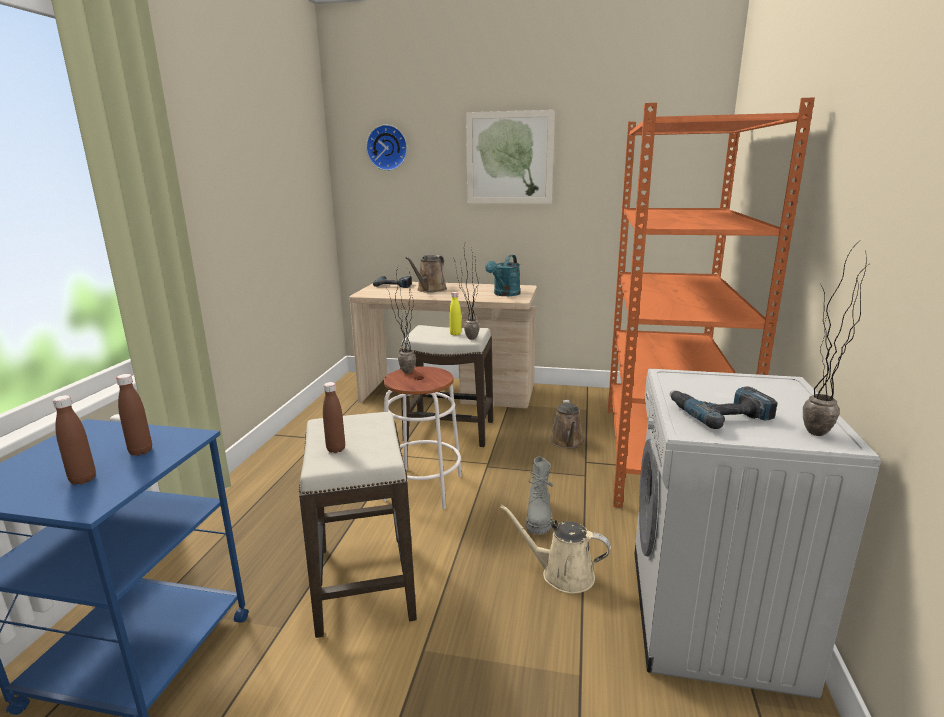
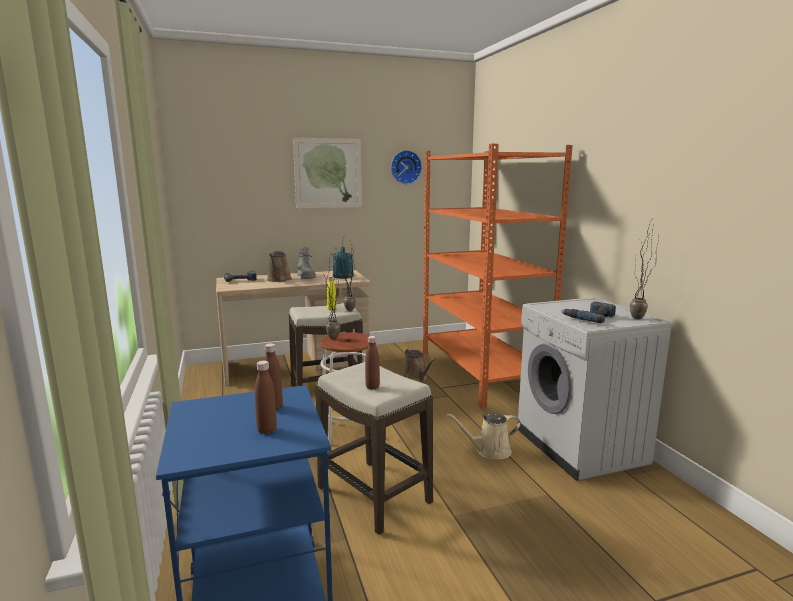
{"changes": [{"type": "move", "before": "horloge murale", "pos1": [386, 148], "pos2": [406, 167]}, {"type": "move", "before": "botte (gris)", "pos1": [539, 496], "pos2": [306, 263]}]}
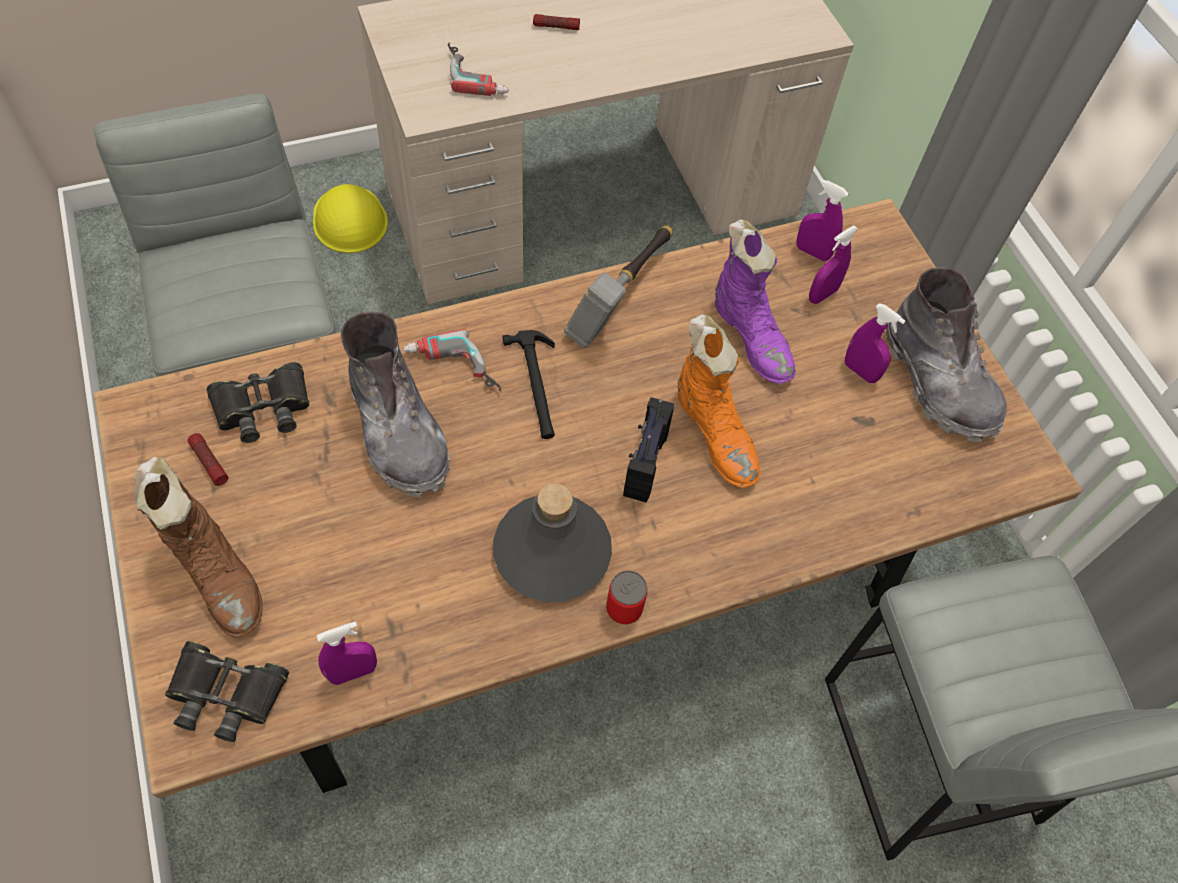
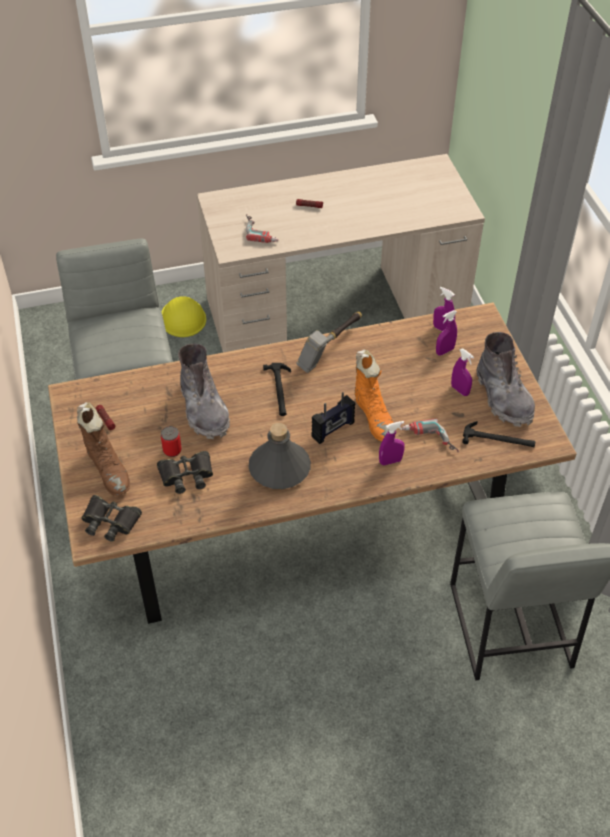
{"changes": [{"type": "delete", "before": "botte (violet)", "pos1": [755, 301]}, {"type": "insert", "after": "marteau", "pos2": [498, 434]}, {"type": "move", "before": "jumelles (noir)", "pos1": [258, 402], "pos2": [185, 472]}, {"type": "move", "before": "vaporisateur (violet)", "pos1": [347, 653], "pos2": [392, 443]}, {"type": "move", "before": "perceuse", "pos1": [452, 360], "pos2": [430, 435]}, {"type": "move", "before": "boîte métallique", "pos1": [627, 597], "pos2": [171, 441]}, {"type": "rotate", "before": "radio", "pos1": [648, 449], "pos2": [333, 418], "turn": -150}]}
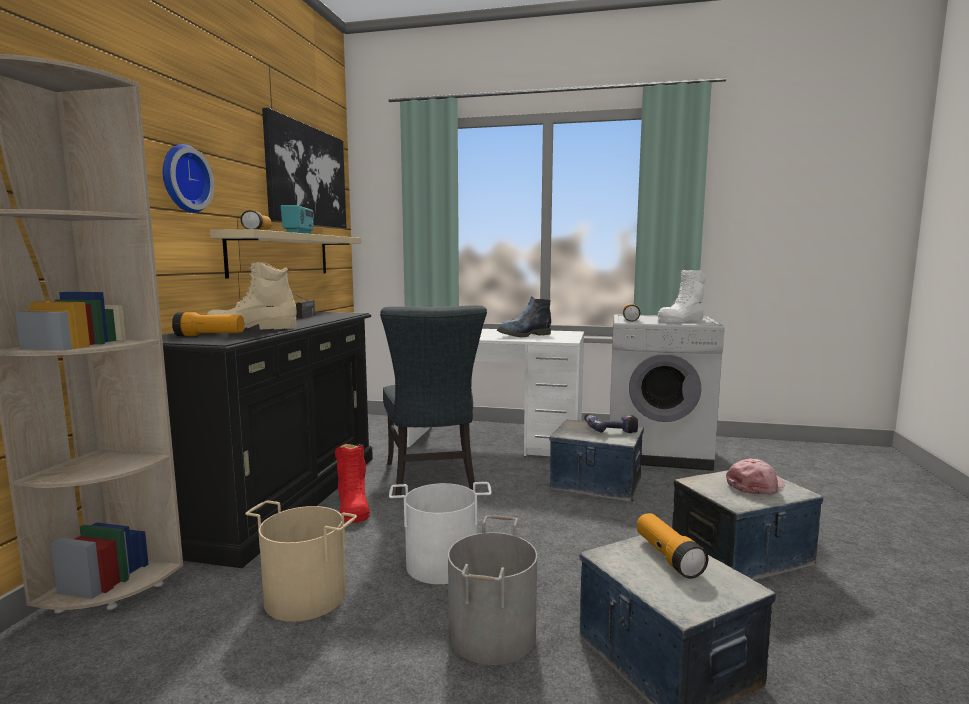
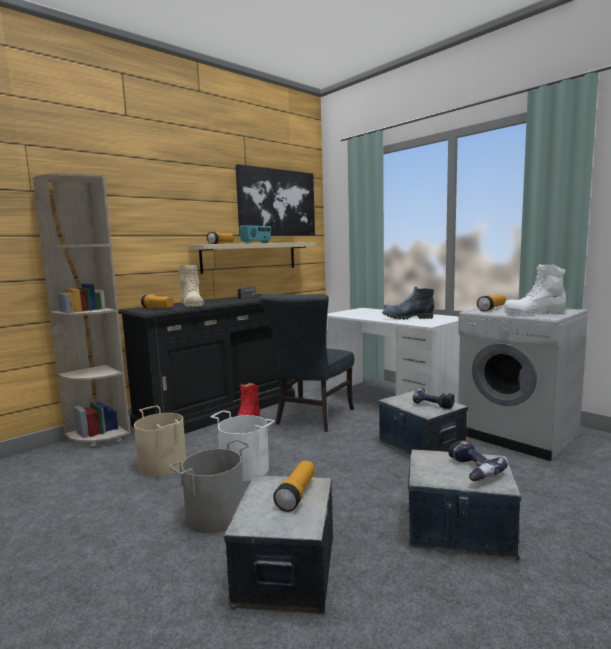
{"changes": [{"type": "delete", "before": "horloge murale", "pos1": [189, 178]}, {"type": "replace", "before": "casquette (rose)", "after": "perceuse", "pos1": [755, 477], "pos2": [478, 460]}, {"type": "rotate", "before": "botte (beige)", "pos1": [252, 296], "pos2": [191, 286], "turn": -135}]}
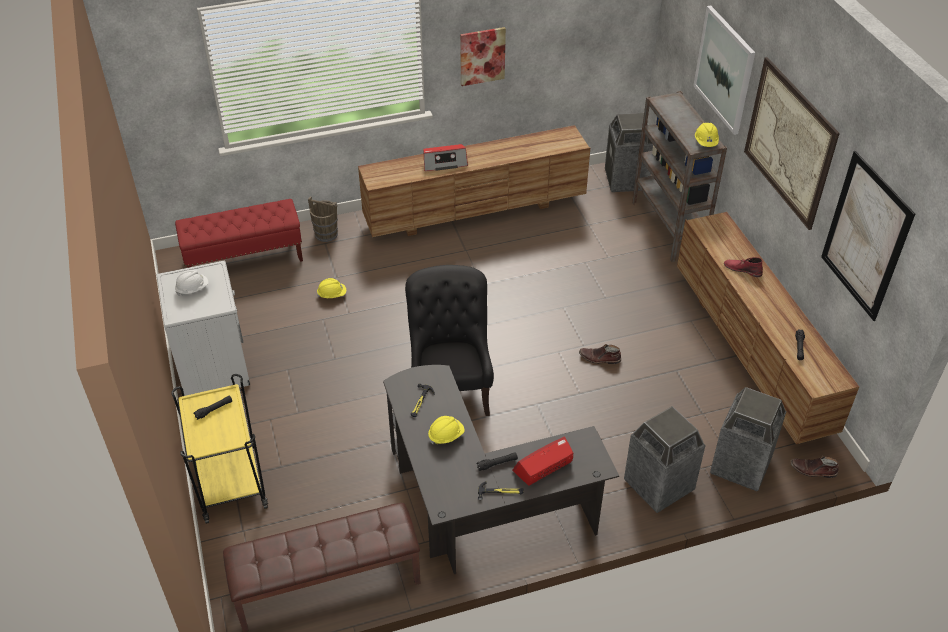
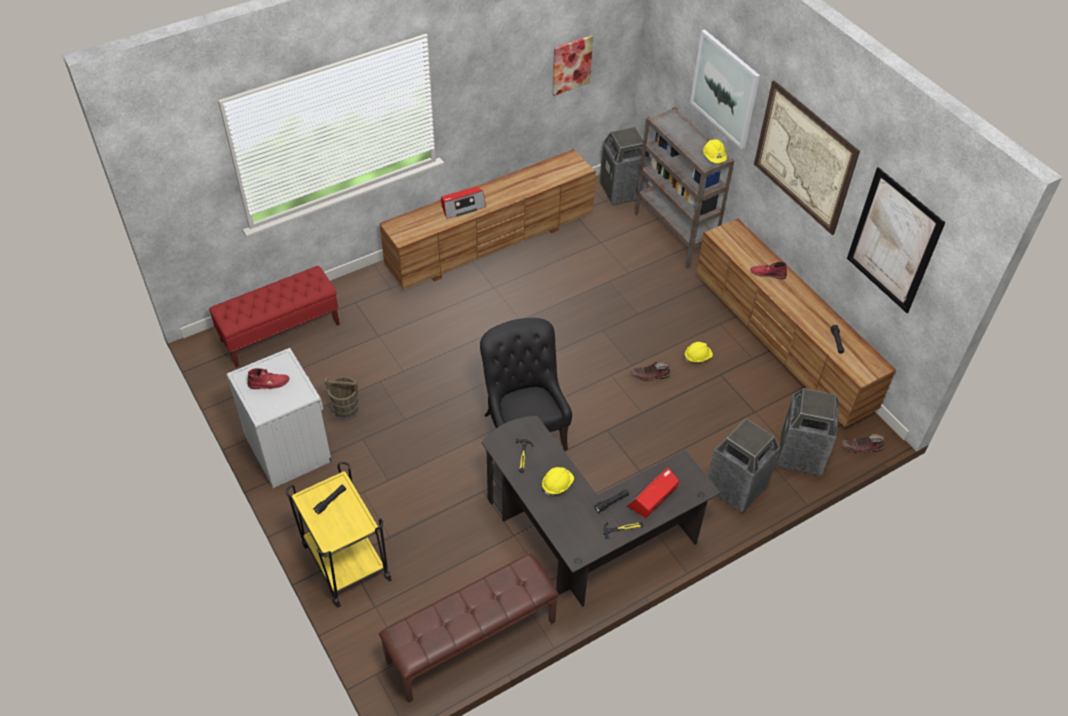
{"changes": [{"type": "move", "before": "seau (marron)", "pos1": [323, 219], "pos2": [341, 398]}, {"type": "move", "before": "casque de chantier (jaune)", "pos1": [331, 288], "pos2": [699, 352]}, {"type": "move", "before": "tableau", "pos1": [483, 56], "pos2": [572, 65]}, {"type": "replace", "before": "casque de chantier (blanc)", "after": "botte (rouge)", "pos1": [192, 282], "pos2": [268, 378]}]}
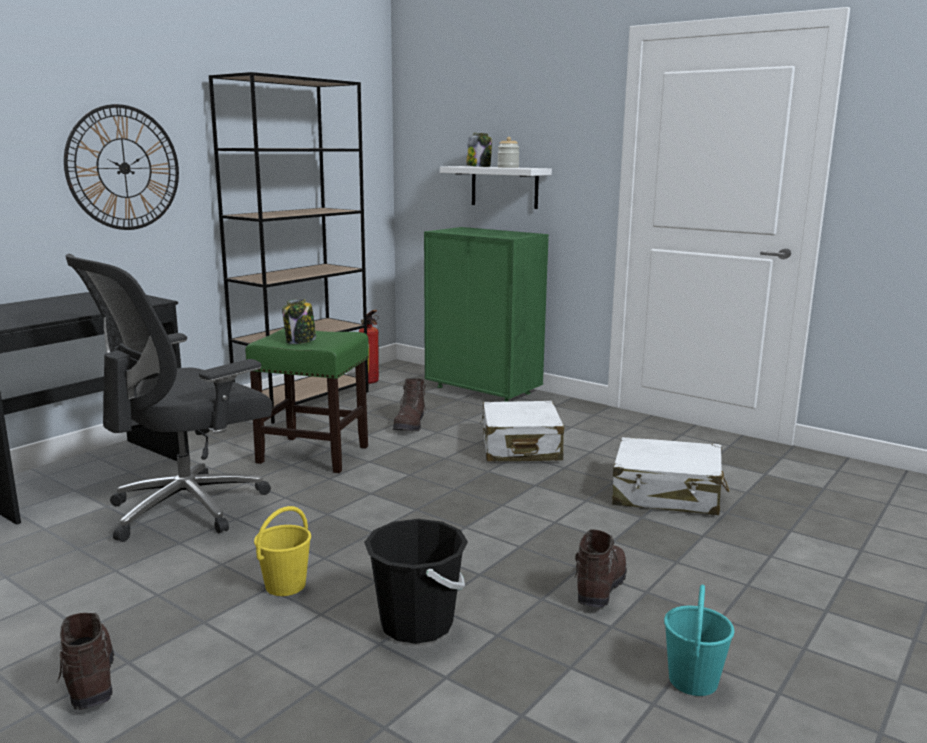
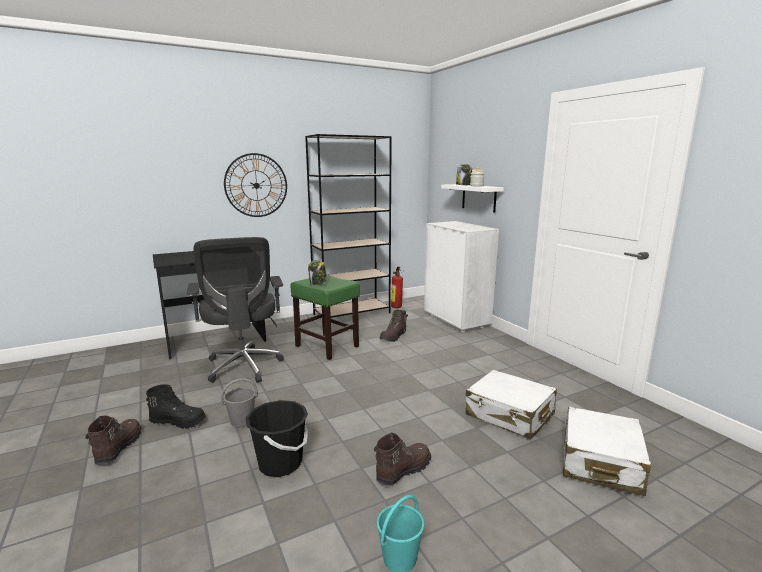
{"changes": [{"type": "insert", "after": "botte (noir)", "pos2": [176, 406]}, {"type": "move", "before": "valise (blanc)", "pos1": [522, 431], "pos2": [607, 451]}, {"type": "recolor", "before": "seau (jaune)", "after": "seau (gris)", "pos1": [282, 551], "pos2": [239, 402]}, {"type": "recolor", "before": "meuble de rangement (vert)", "after": "meuble de rangement (blanc)", "pos1": [486, 314], "pos2": [461, 276]}, {"type": "rotate", "before": "chaise de bureau", "pos1": [168, 398], "pos2": [235, 310], "turn": -90}]}
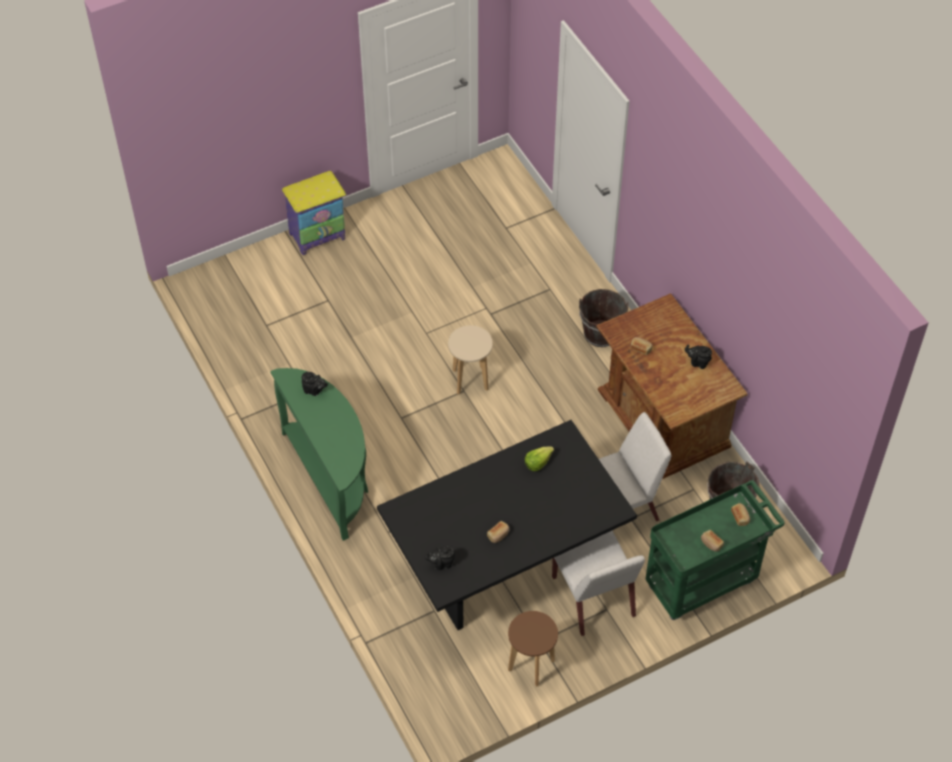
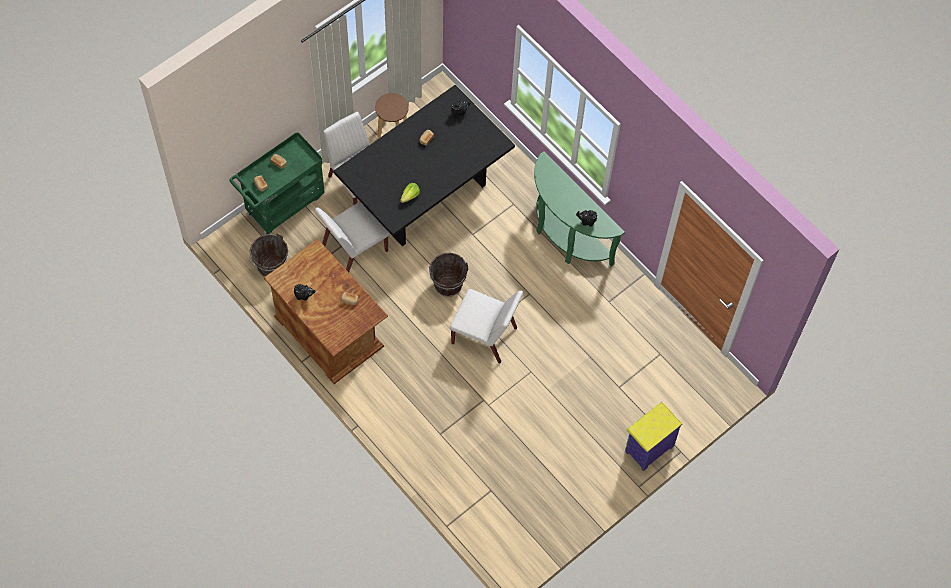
{"changes": [{"type": "move", "before": "seau (marron)", "pos1": [603, 318], "pos2": [448, 275]}, {"type": "replace", "before": "tabouret (beige)", "after": "chaise (blanc)", "pos1": [470, 359], "pos2": [486, 326]}]}
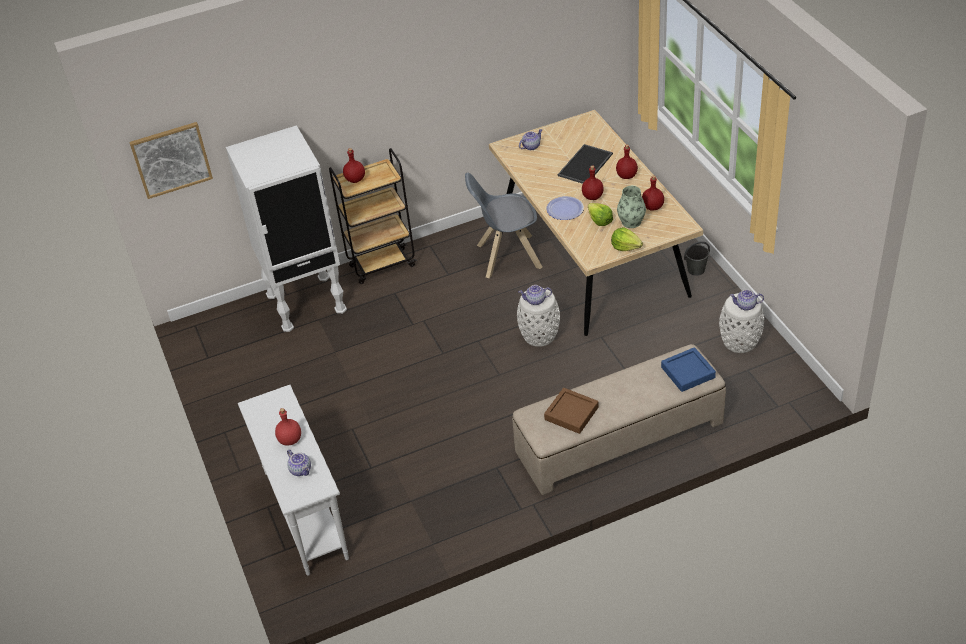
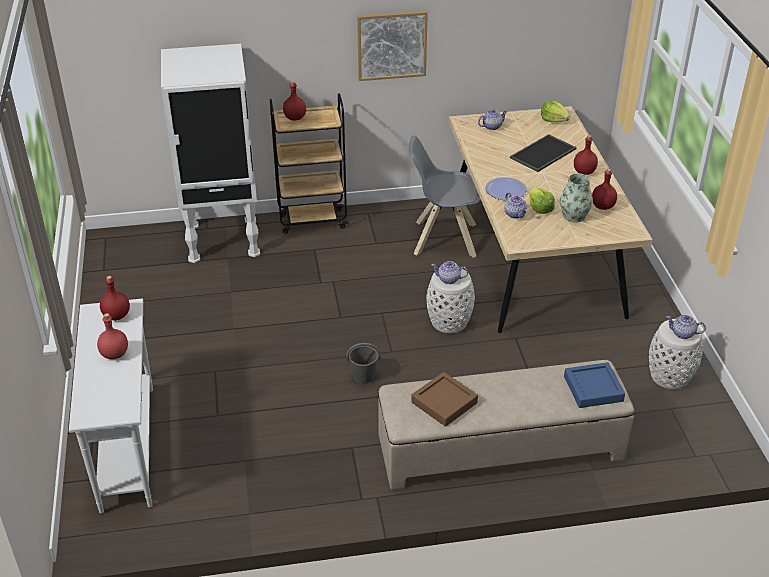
{"changes": [{"type": "move", "before": "tableau", "pos1": [171, 160], "pos2": [392, 45]}, {"type": "move", "before": "théière", "pos1": [299, 462], "pos2": [515, 205]}, {"type": "move", "before": "bouteille (rouge)", "pos1": [593, 182], "pos2": [115, 298]}, {"type": "move", "before": "laitue", "pos1": [627, 239], "pos2": [555, 111]}, {"type": "move", "before": "seau (gris)", "pos1": [697, 258], "pos2": [363, 363]}]}
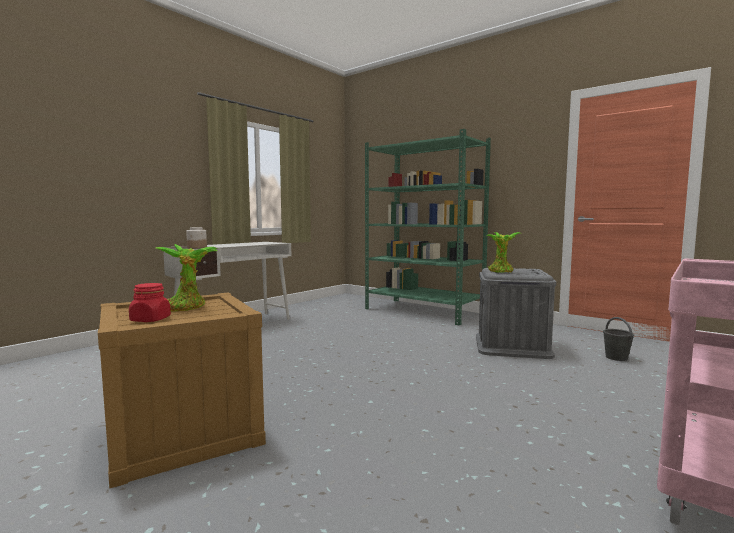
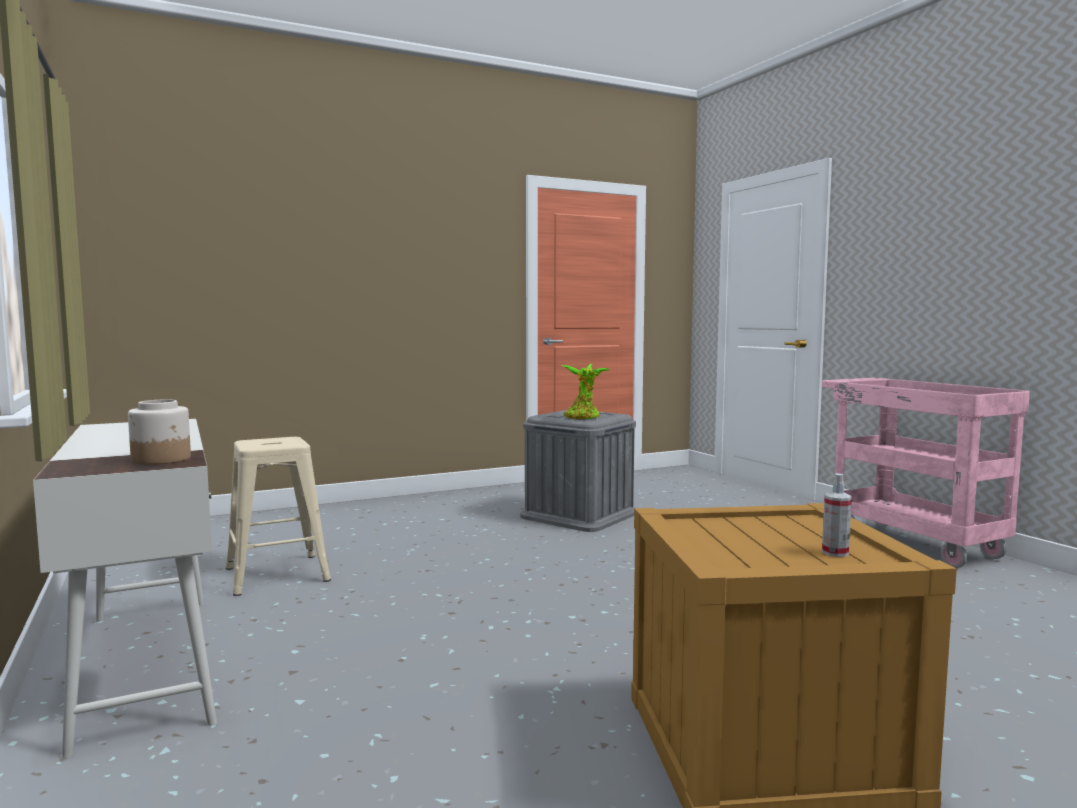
{"changes": [{"type": "delete", "before": "plante en pot", "pos1": [186, 277]}, {"type": "delete", "before": "bibliothèque (vert)", "pos1": [428, 227]}, {"type": "delete", "before": "seau (gris)", "pos1": [618, 339]}, {"type": "insert", "after": "tabouret (beige)", "pos2": [278, 516]}, {"type": "replace", "before": "bocal (rouge)", "after": "vaporisateur", "pos1": [150, 302], "pos2": [837, 515]}]}
